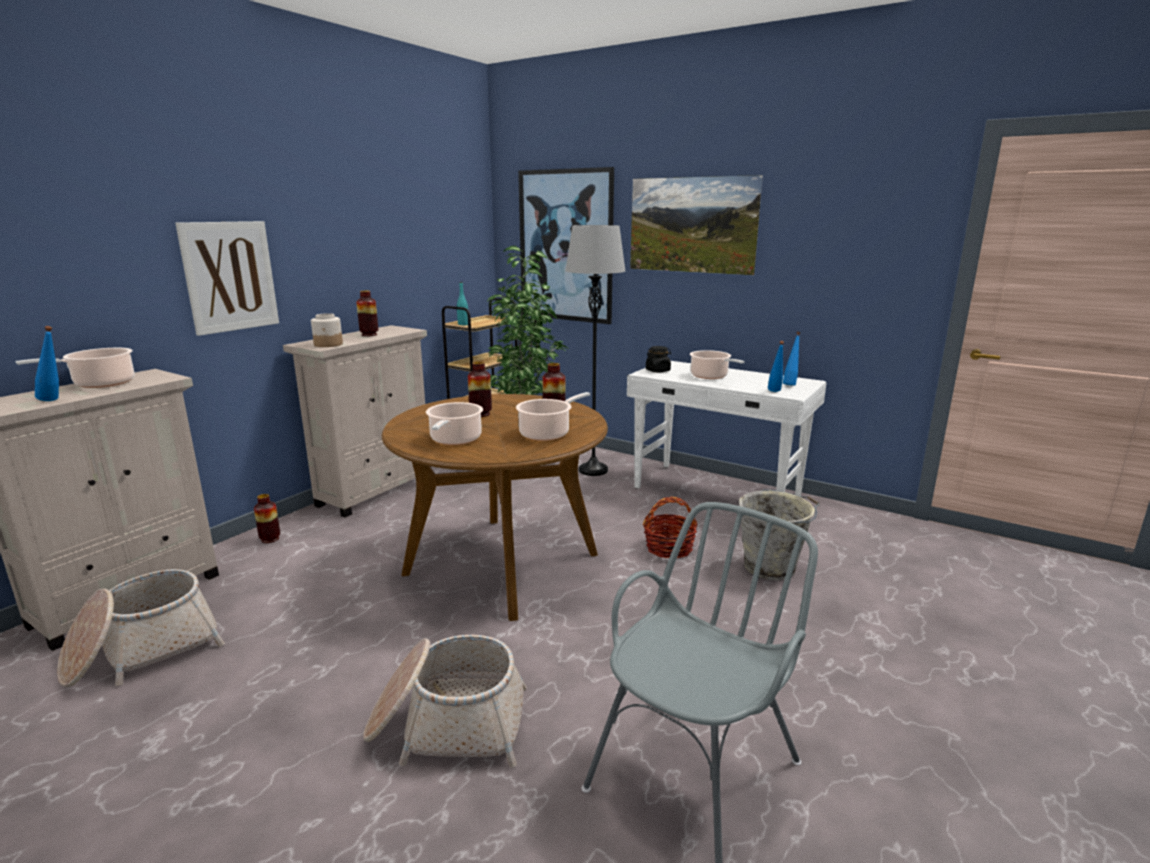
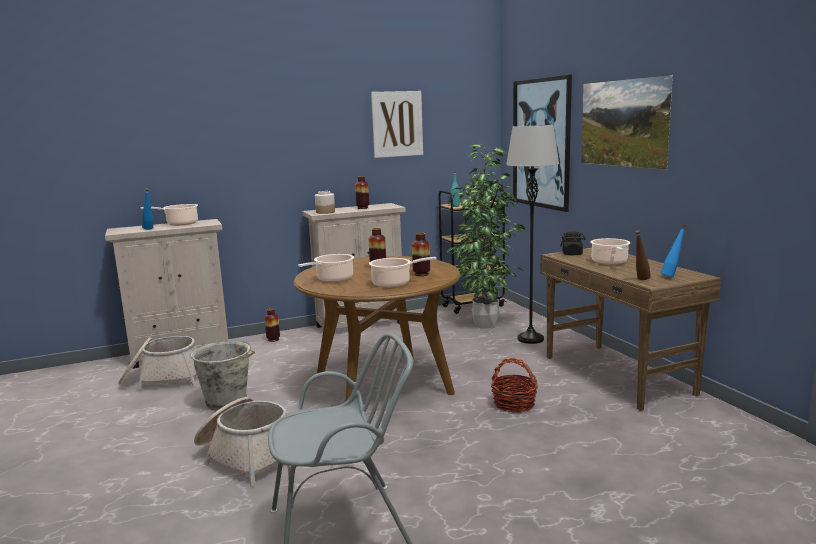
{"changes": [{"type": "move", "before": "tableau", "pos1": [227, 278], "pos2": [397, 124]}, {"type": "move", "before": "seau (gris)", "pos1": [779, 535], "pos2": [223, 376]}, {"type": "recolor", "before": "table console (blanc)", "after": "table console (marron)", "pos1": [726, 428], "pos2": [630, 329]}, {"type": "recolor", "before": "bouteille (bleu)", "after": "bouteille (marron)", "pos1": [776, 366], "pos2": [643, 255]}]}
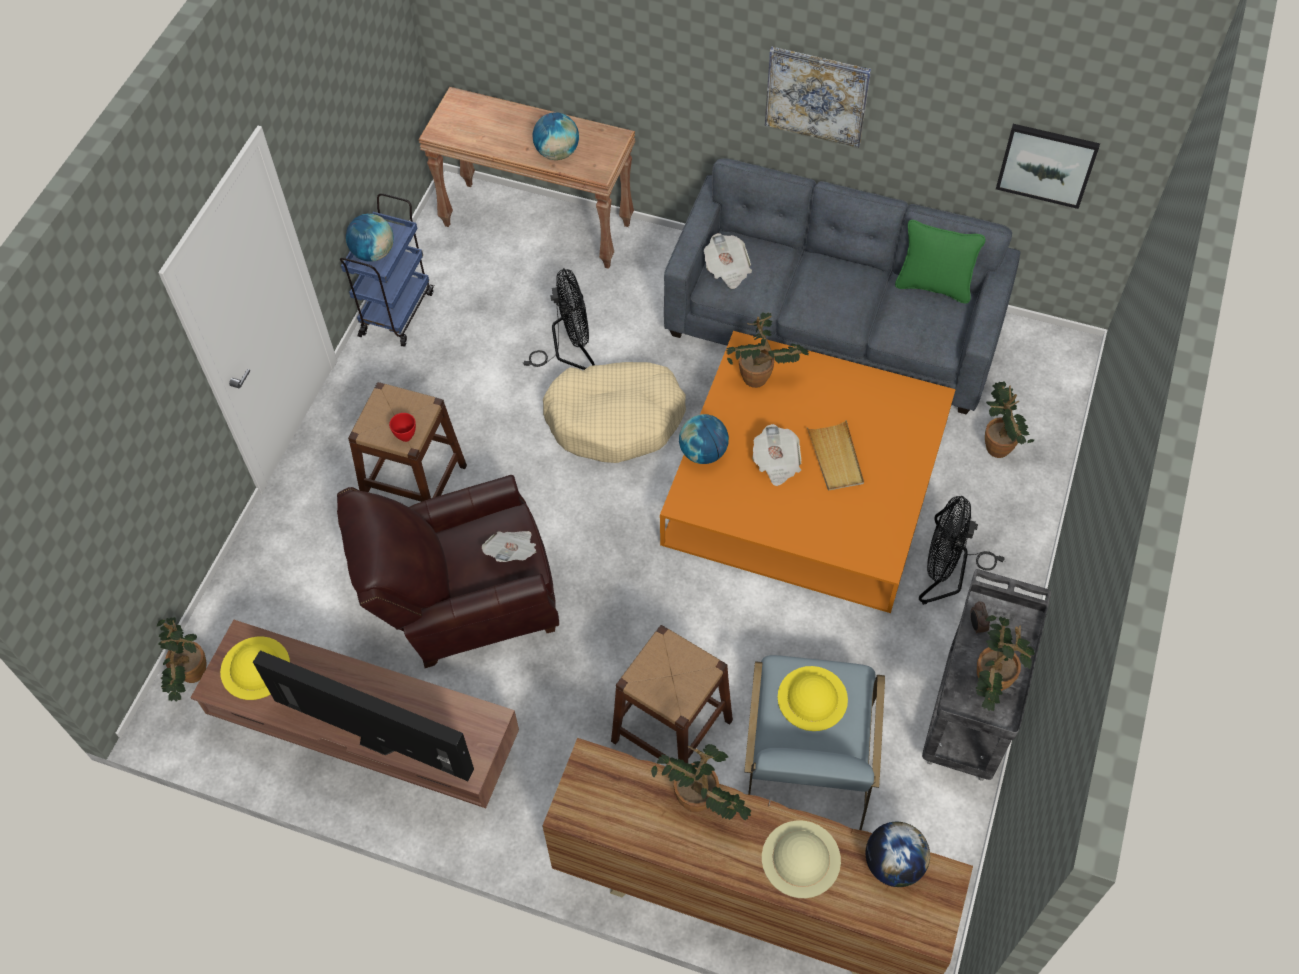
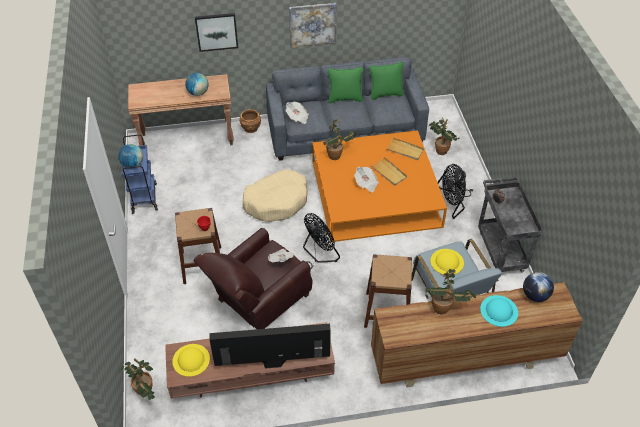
{"changes": [{"type": "delete", "before": "globe", "pos1": [704, 439]}, {"type": "delete", "before": "plante en pot", "pos1": [1005, 663]}, {"type": "insert", "after": "cache-pot (marron)", "pos2": [250, 121]}, {"type": "insert", "after": "coussin (vert)", "pos2": [345, 85]}, {"type": "insert", "after": "plateau (beige)", "pos2": [405, 148]}, {"type": "move", "before": "ventilateur (noir)", "pos1": [558, 319], "pos2": [321, 241]}, {"type": "move", "before": "tableau", "pos1": [1048, 166], "pos2": [216, 32]}, {"type": "recolor", "before": "chapeau (beige)", "after": "chapeau (turquoise)", "pos1": [801, 859], "pos2": [499, 311]}]}
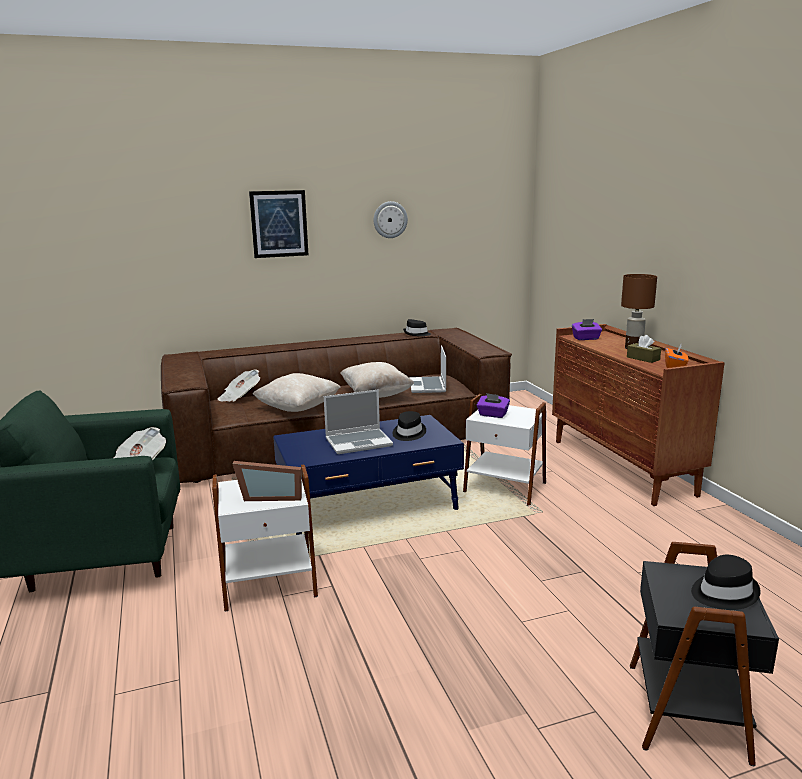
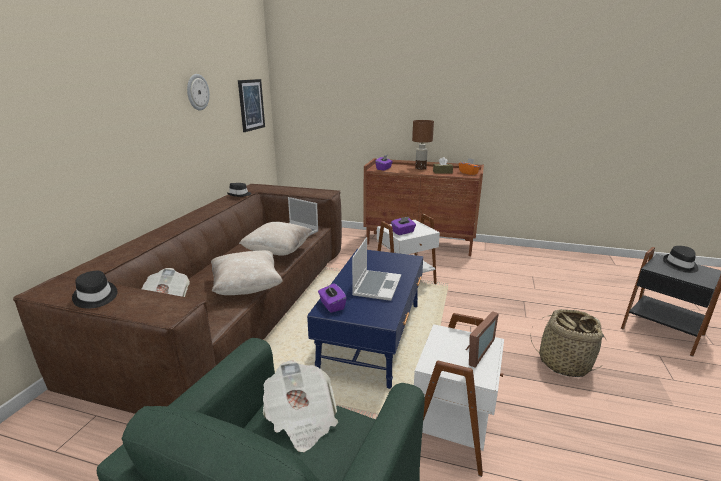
{"changes": [{"type": "insert", "after": "boîte à mouchoirs (violet)", "pos2": [332, 298]}, {"type": "insert", "after": "panier", "pos2": [568, 343]}, {"type": "move", "before": "tableau", "pos1": [279, 224], "pos2": [251, 105]}, {"type": "move", "before": "chapeau (noir)", "pos1": [409, 426], "pos2": [94, 290]}]}
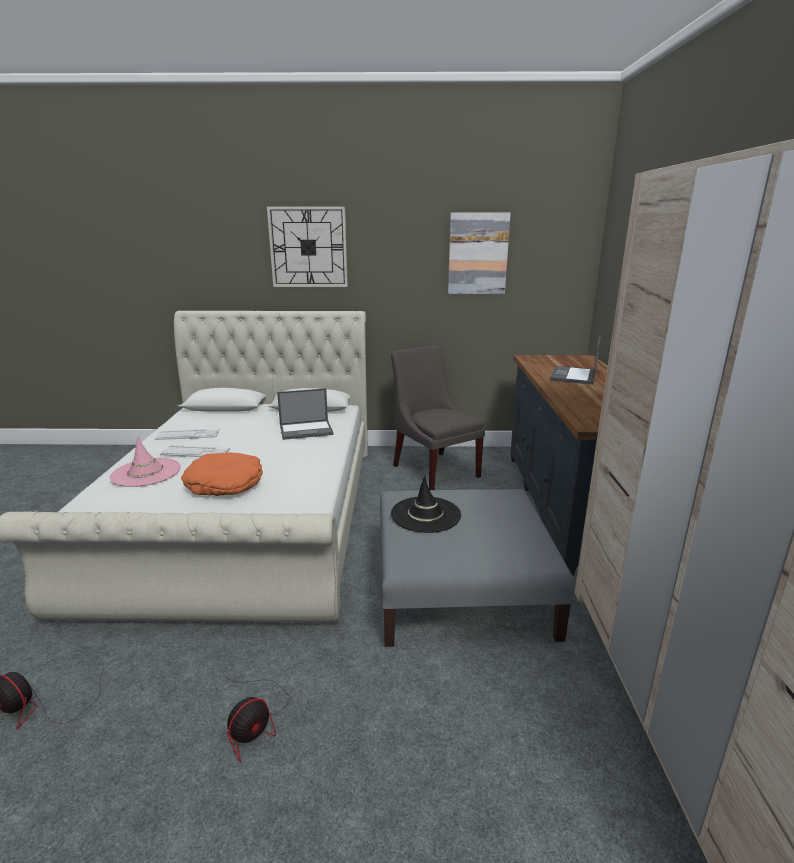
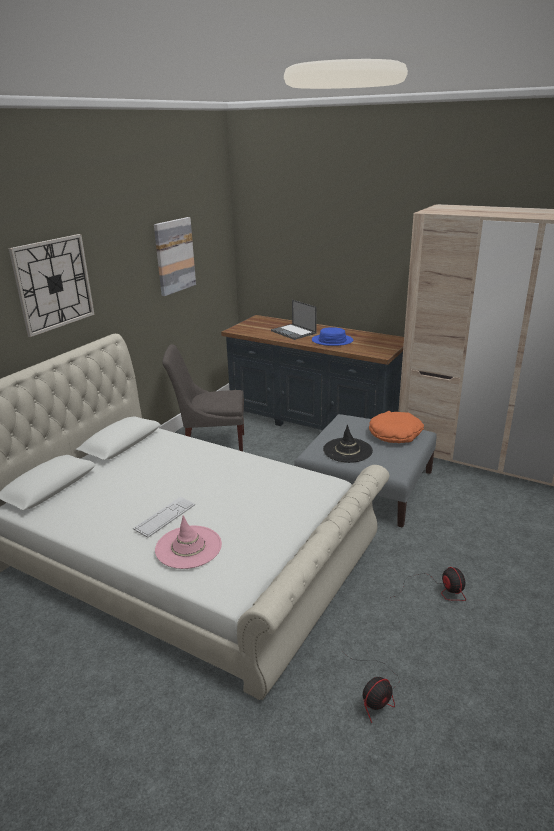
{"changes": [{"type": "delete", "before": "clavier", "pos1": [187, 434]}, {"type": "delete", "before": "ordinateur portable", "pos1": [305, 414]}, {"type": "insert", "after": "chapeau (bleu)", "pos2": [332, 336]}, {"type": "move", "before": "coussin (orange)", "pos1": [222, 474], "pos2": [396, 427]}]}
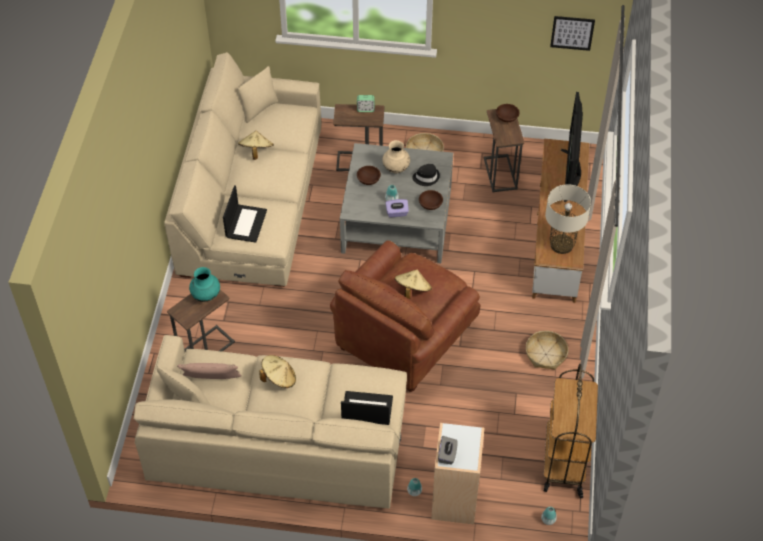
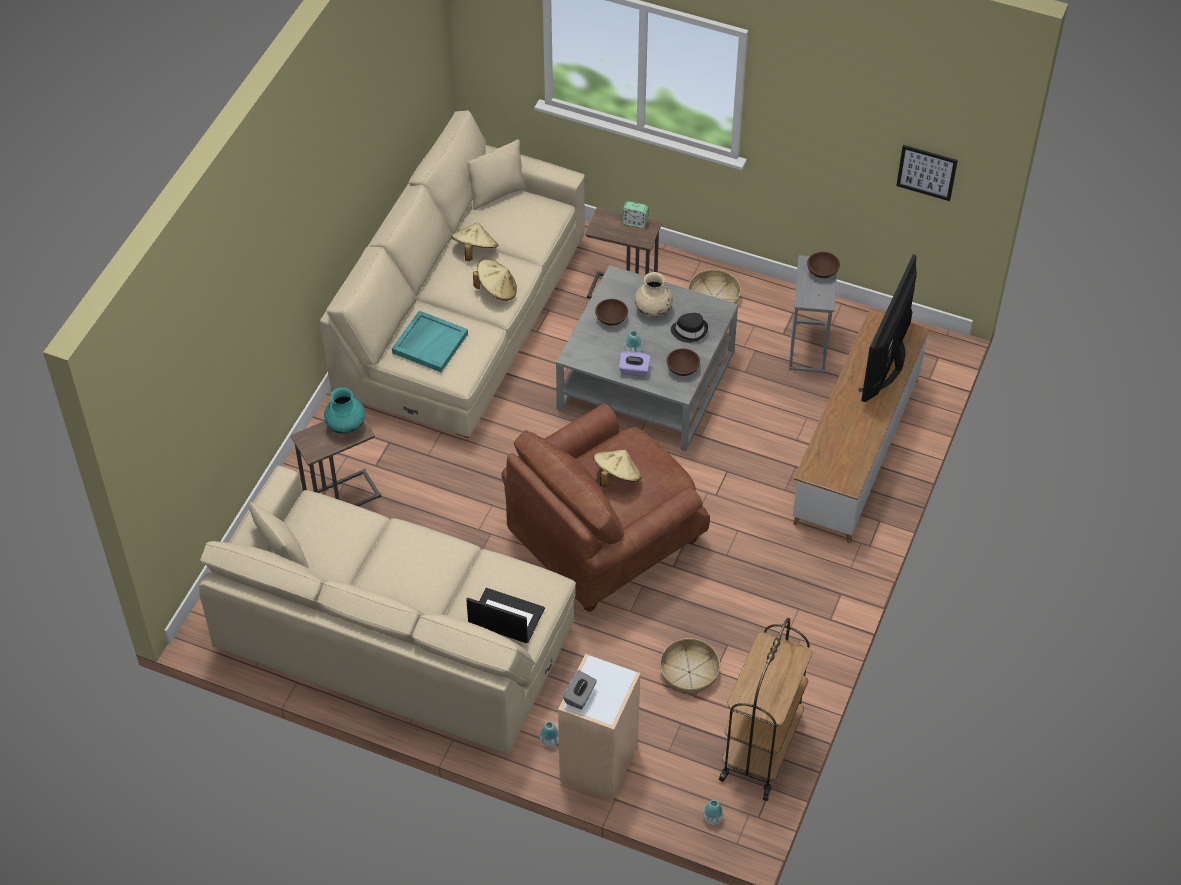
{"changes": [{"type": "delete", "before": "coussin (beige)", "pos1": [209, 371]}, {"type": "delete", "before": "lampe de table", "pos1": [568, 219]}, {"type": "move", "before": "chapeau (beige)", "pos1": [277, 371], "pos2": [495, 280]}, {"type": "move", "before": "panier", "pos1": [547, 350], "pos2": [690, 667]}, {"type": "replace", "before": "ordinateur portable", "after": "plateau (turquoise)", "pos1": [245, 214], "pos2": [430, 341]}, {"type": "recolor", "before": "table d'appoint (marron)", "after": "table d'appoint (gris)", "pos1": [504, 150], "pos2": [813, 314]}]}
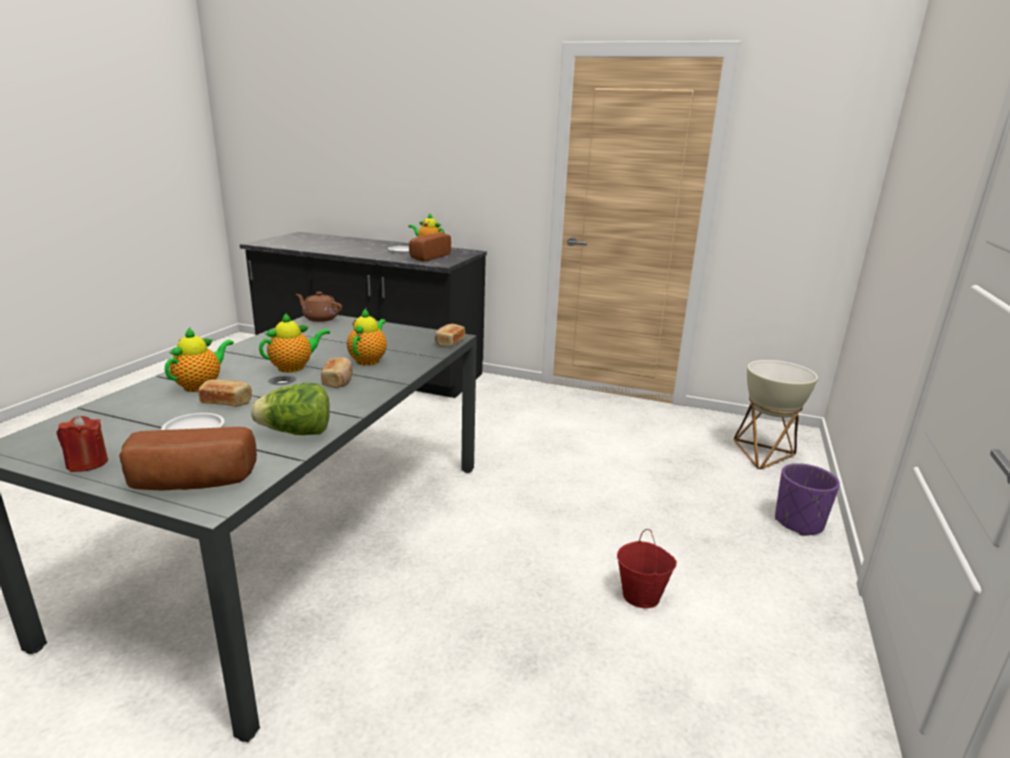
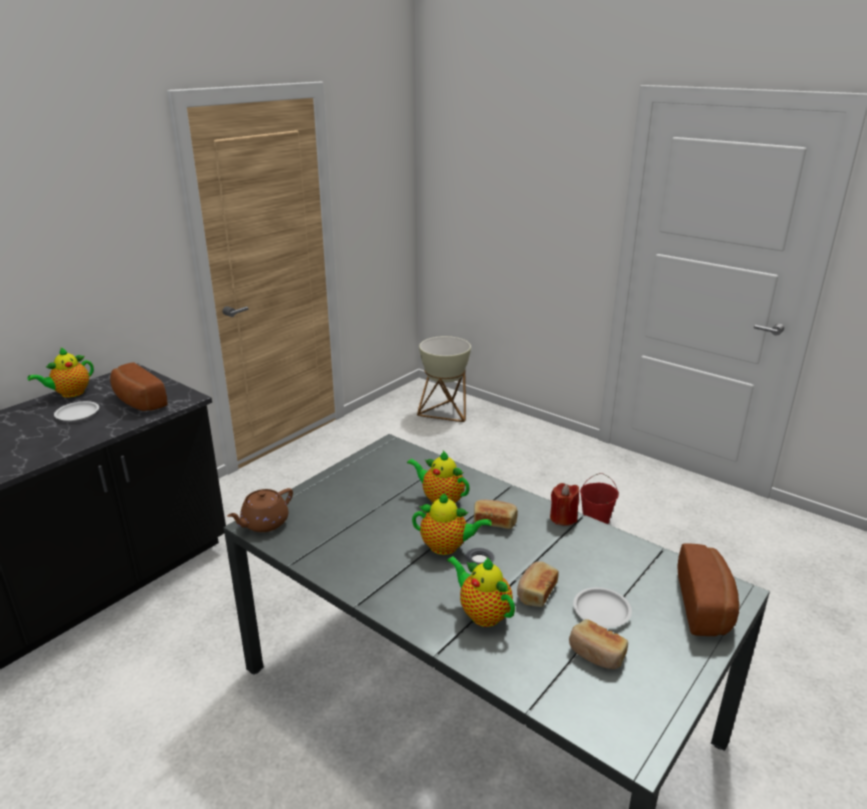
{"changes": [{"type": "delete", "before": "laitue", "pos1": [290, 409]}, {"type": "delete", "before": "cache-pot (violet)", "pos1": [807, 499]}, {"type": "move", "before": "bougie (rouge)", "pos1": [82, 443], "pos2": [564, 504]}, {"type": "move", "before": "pain", "pos1": [450, 335], "pos2": [598, 644]}, {"type": "rotate", "before": "théière", "pos1": [294, 342], "pos2": [452, 524], "turn": 120}]}
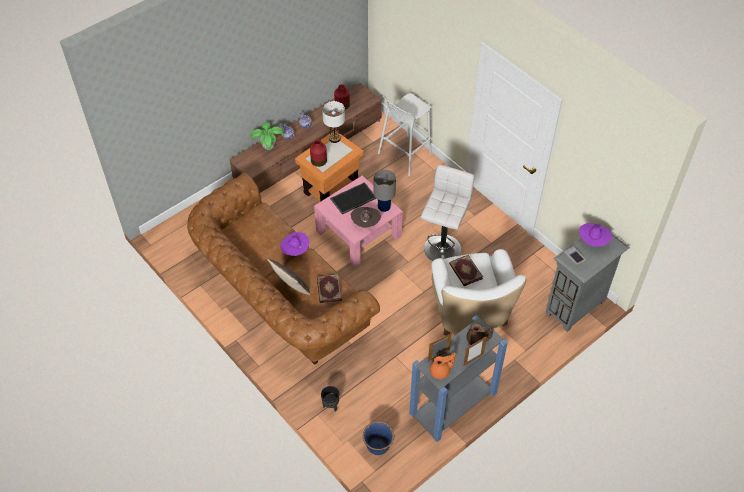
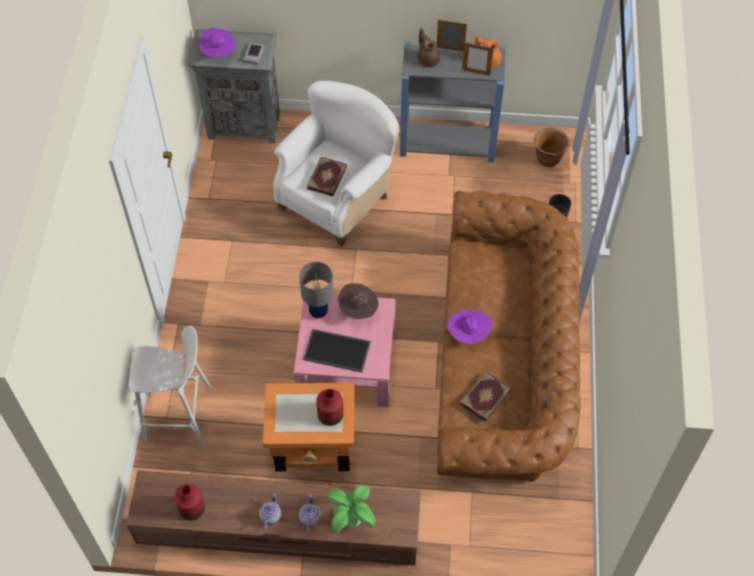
{"changes": [{"type": "delete", "before": "coussin", "pos1": [289, 276]}, {"type": "delete", "before": "lampe de table", "pos1": [333, 122]}, {"type": "delete", "before": "tabouret (blanc)", "pos1": [448, 213]}, {"type": "move", "before": "livre", "pos1": [329, 288], "pos2": [486, 396]}, {"type": "recolor", "before": "cache-pot (bleu)", "after": "cache-pot (marron)", "pos1": [378, 438], "pos2": [552, 147]}]}
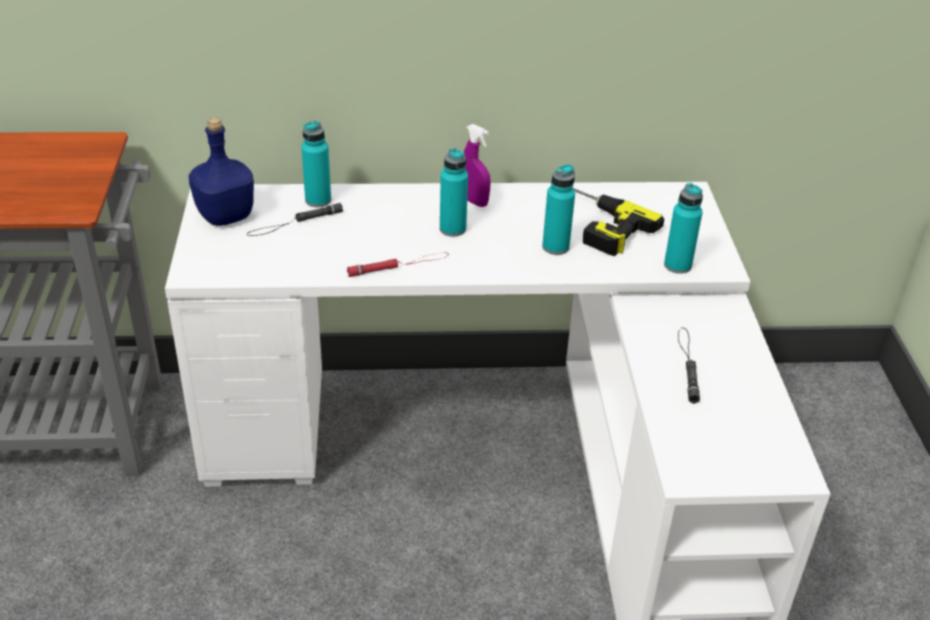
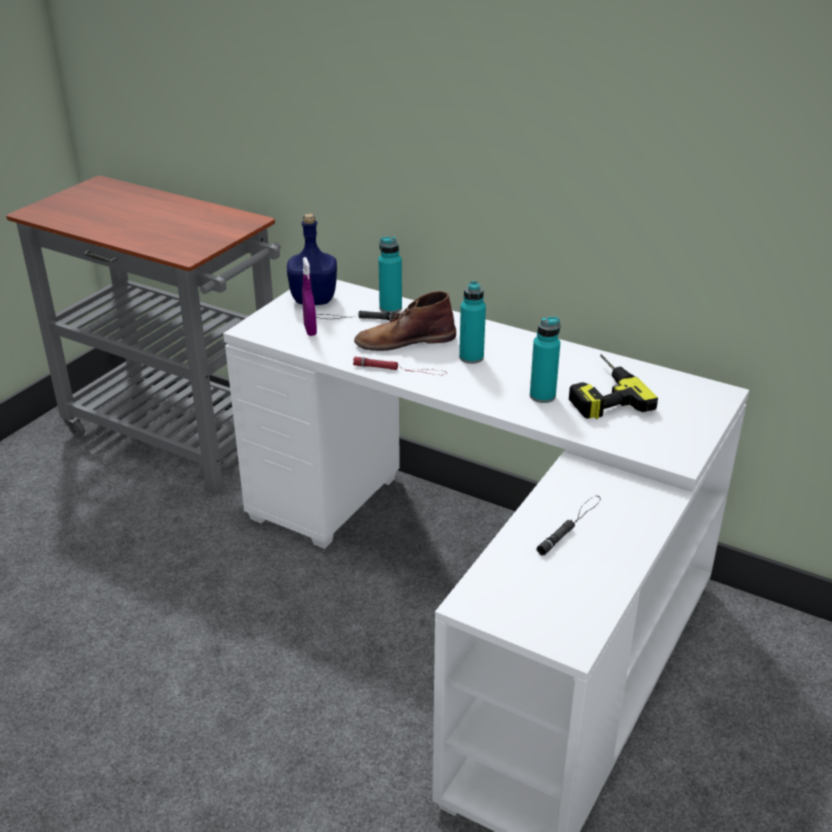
{"changes": [{"type": "delete", "before": "bouteille (turquoise)", "pos1": [683, 228]}, {"type": "insert", "after": "botte (marron)", "pos2": [405, 321]}, {"type": "move", "before": "vaporisateur (violet)", "pos1": [476, 165], "pos2": [309, 296]}]}
